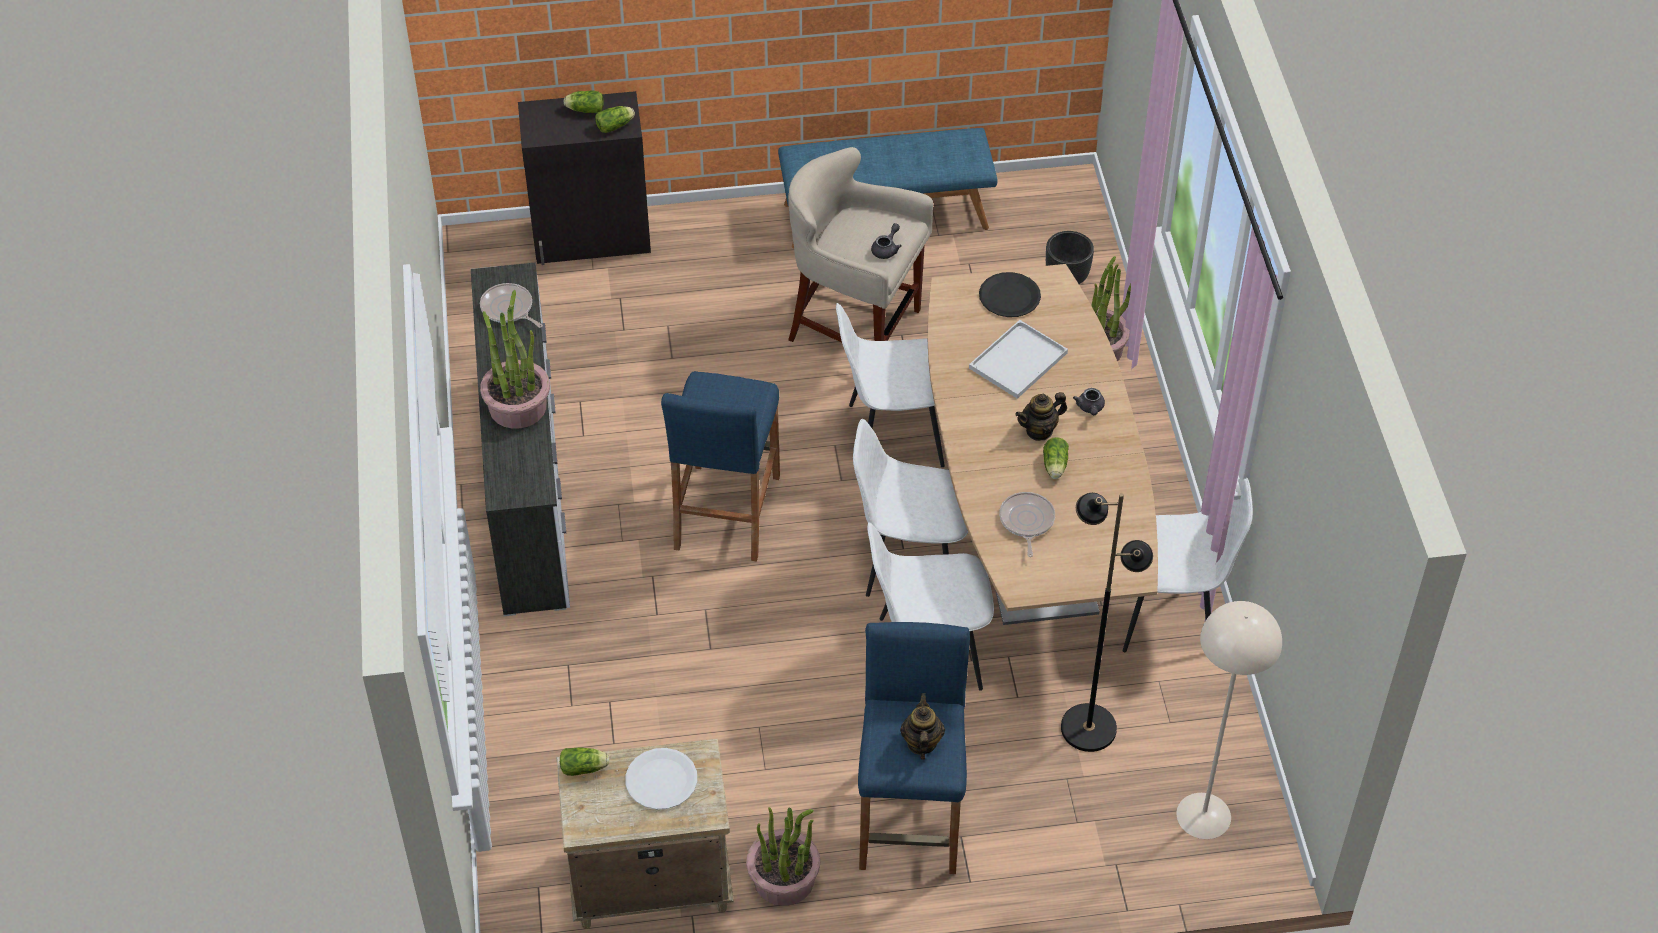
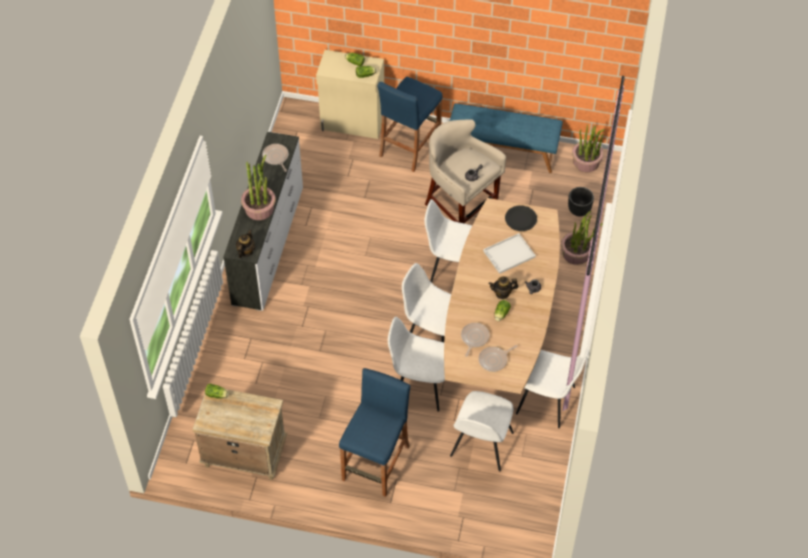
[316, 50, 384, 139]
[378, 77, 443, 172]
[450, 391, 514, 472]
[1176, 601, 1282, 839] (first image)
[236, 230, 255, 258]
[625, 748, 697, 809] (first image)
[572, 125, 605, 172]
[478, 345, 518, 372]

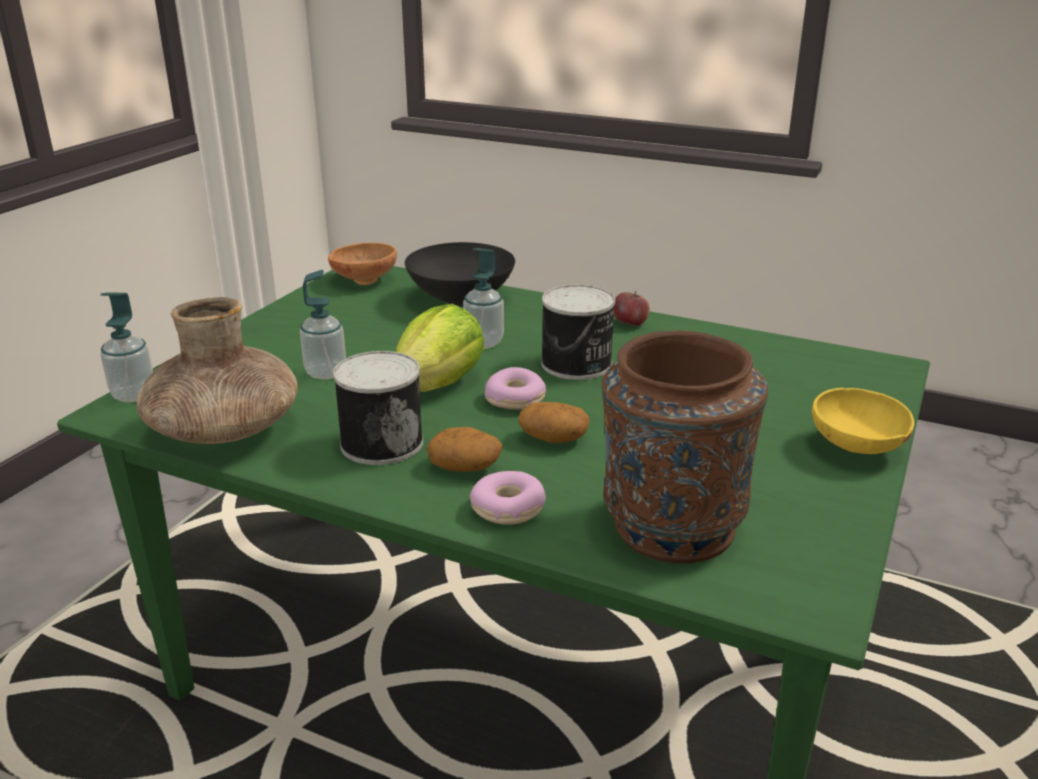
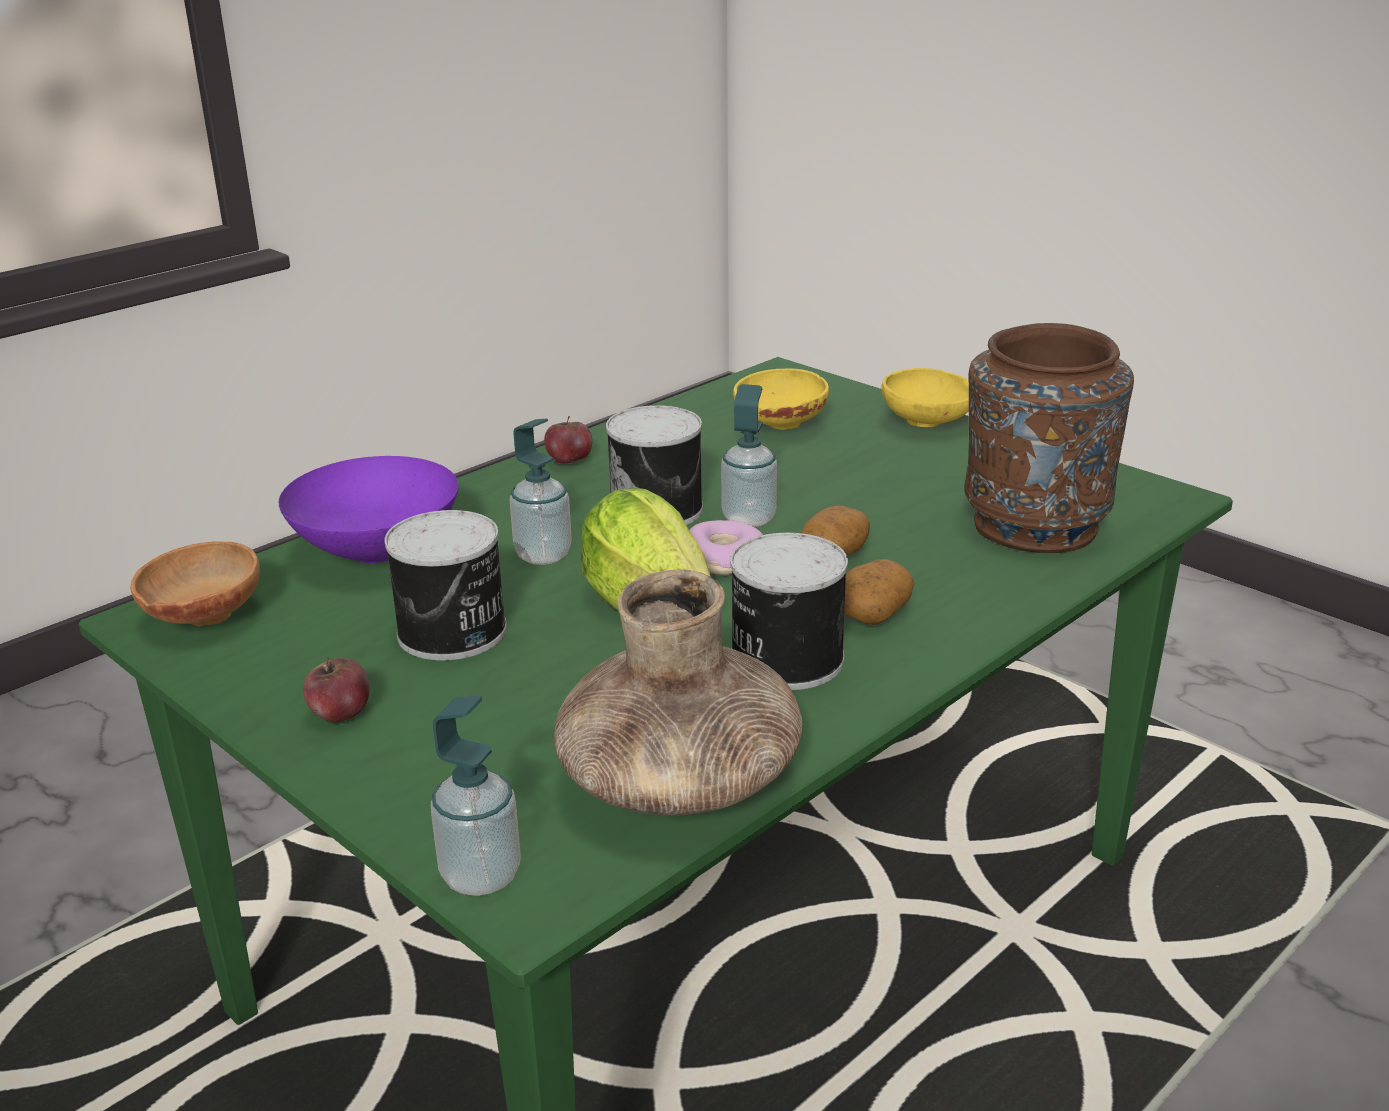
[279, 456, 459, 563]
[721, 384, 777, 527]
[470, 471, 546, 525] (first image)
[733, 368, 829, 430]
[384, 510, 507, 661]
[303, 657, 369, 722]

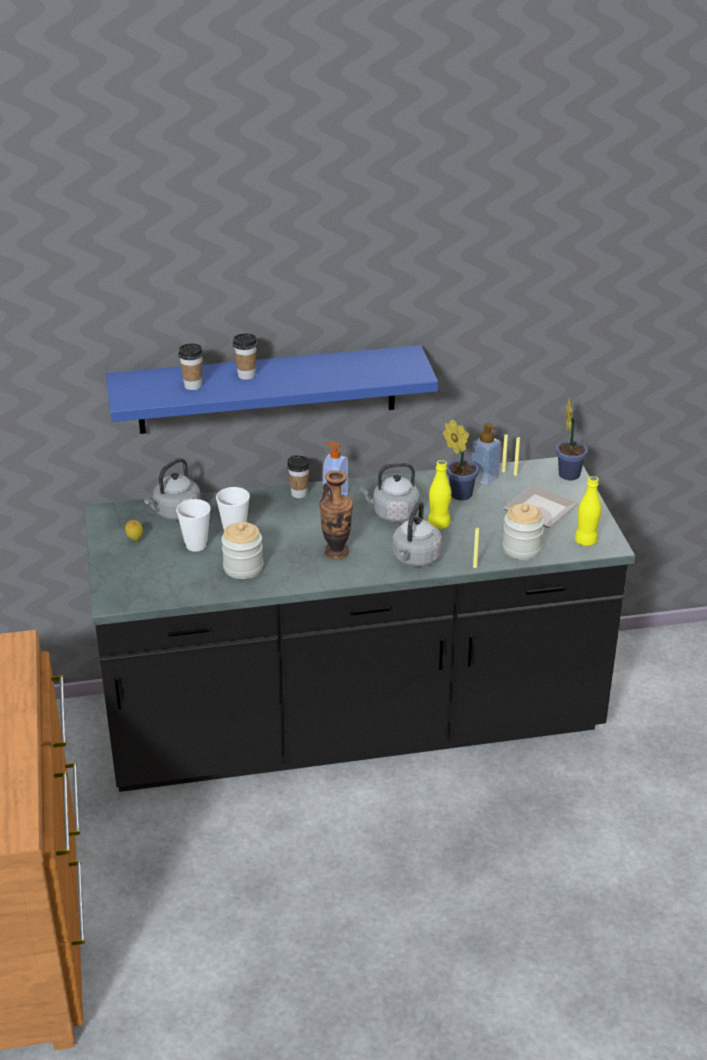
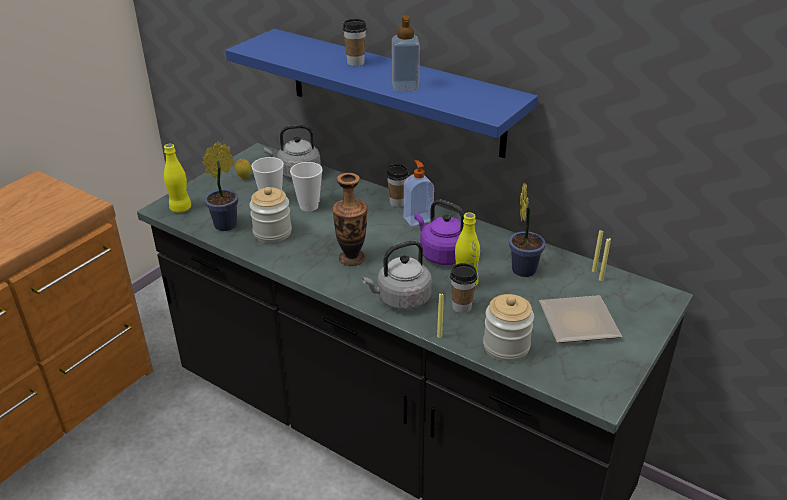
[450, 263, 478, 313]
[202, 141, 238, 231]
[392, 15, 420, 92]
[414, 200, 464, 265]
[164, 144, 191, 213]

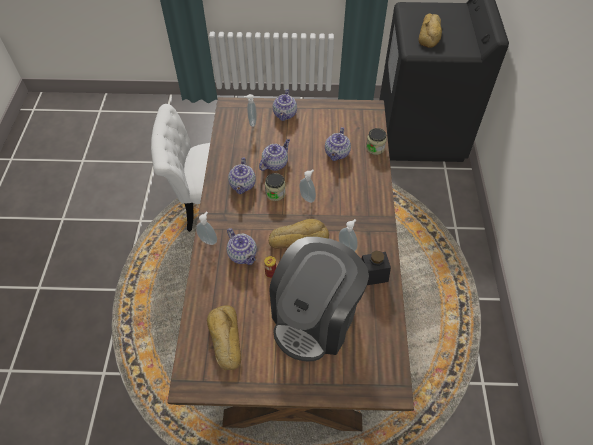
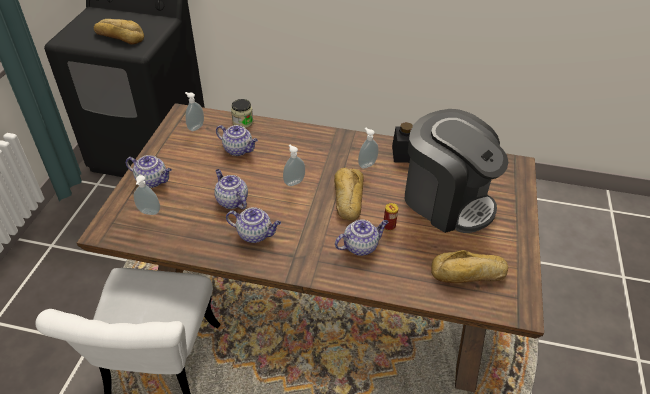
[265, 173, 286, 201] (first image)
[185, 92, 204, 131]

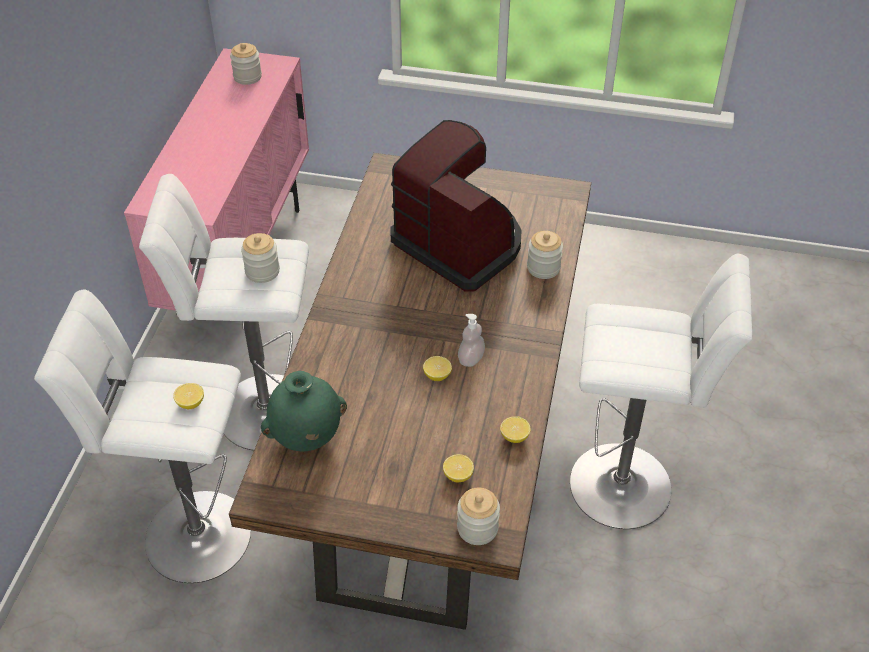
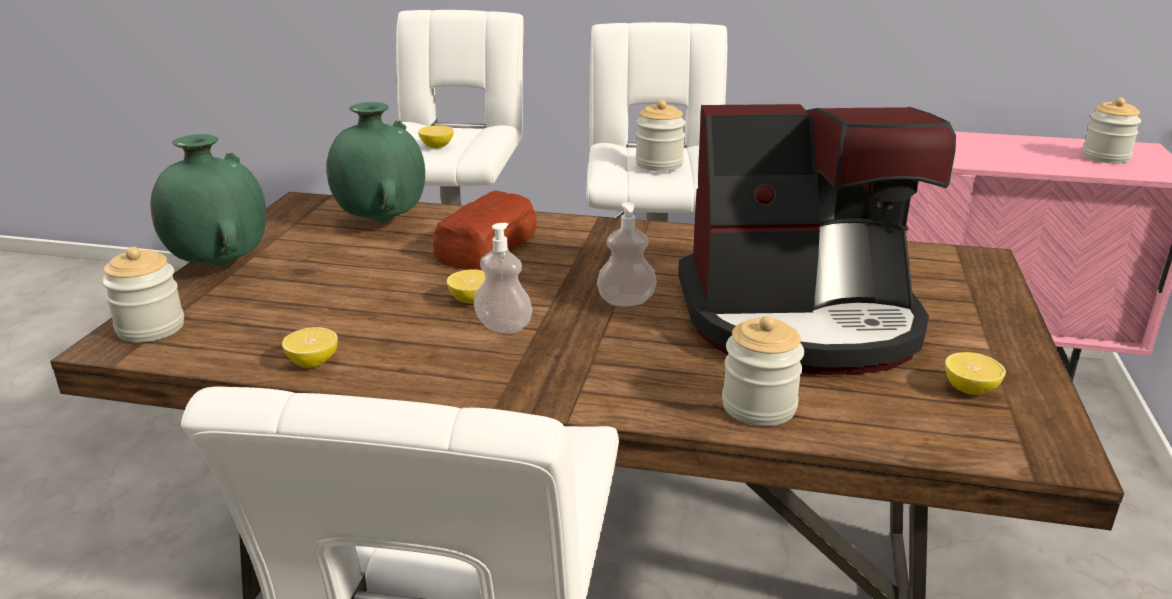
[678, 104, 956, 375]
[945, 352, 1006, 395]
[150, 134, 266, 266]
[432, 190, 537, 270]
[597, 202, 657, 306]

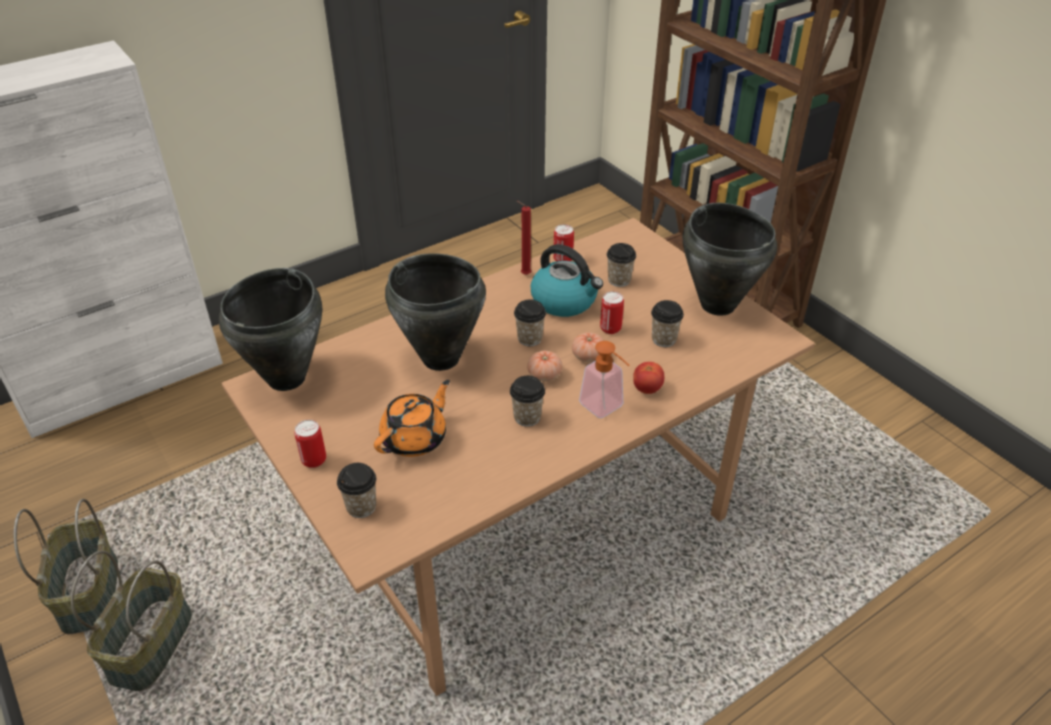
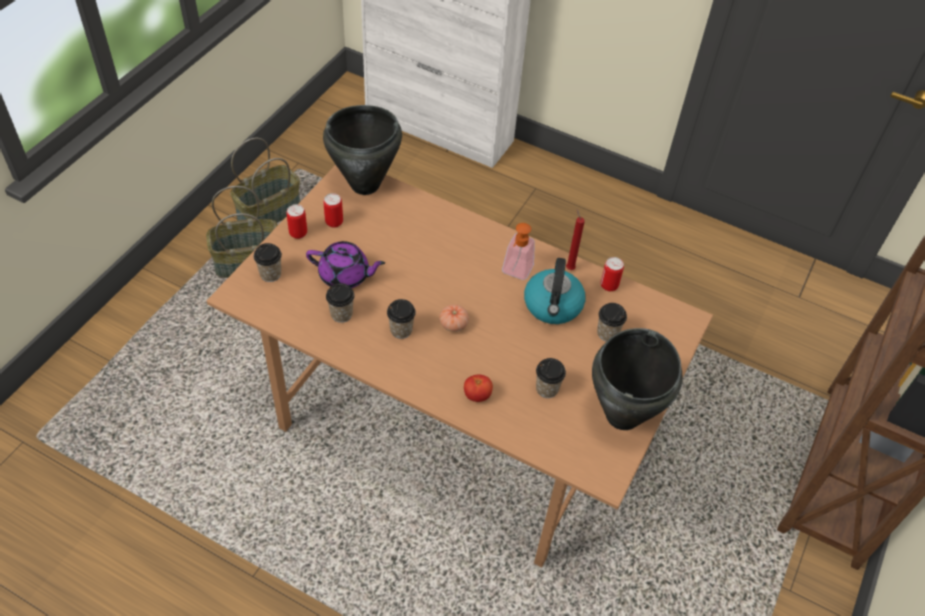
[385, 253, 486, 371] (first image)
[323, 193, 343, 228]
[326, 283, 355, 323]
[572, 332, 604, 362] (first image)
[502, 223, 535, 280]
[306, 241, 385, 288]

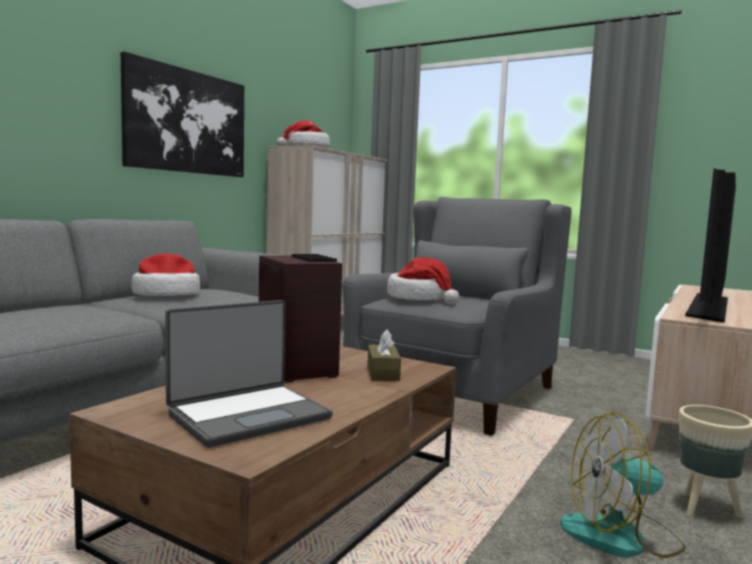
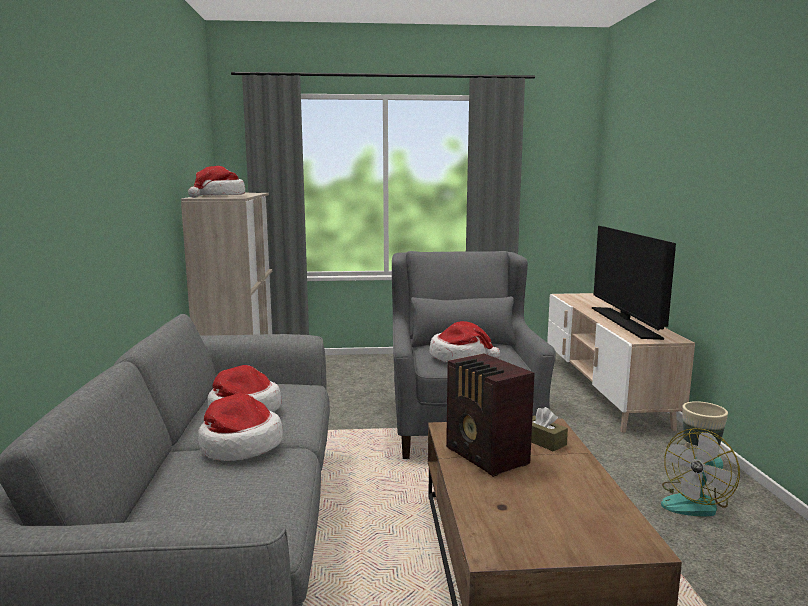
[121, 52, 244, 177] (first image)
[446, 354, 535, 477]
[165, 300, 333, 448] (first image)
[198, 393, 283, 461]

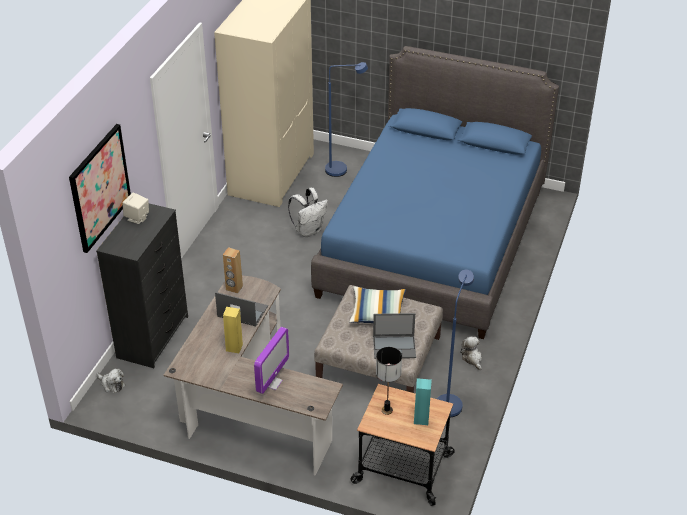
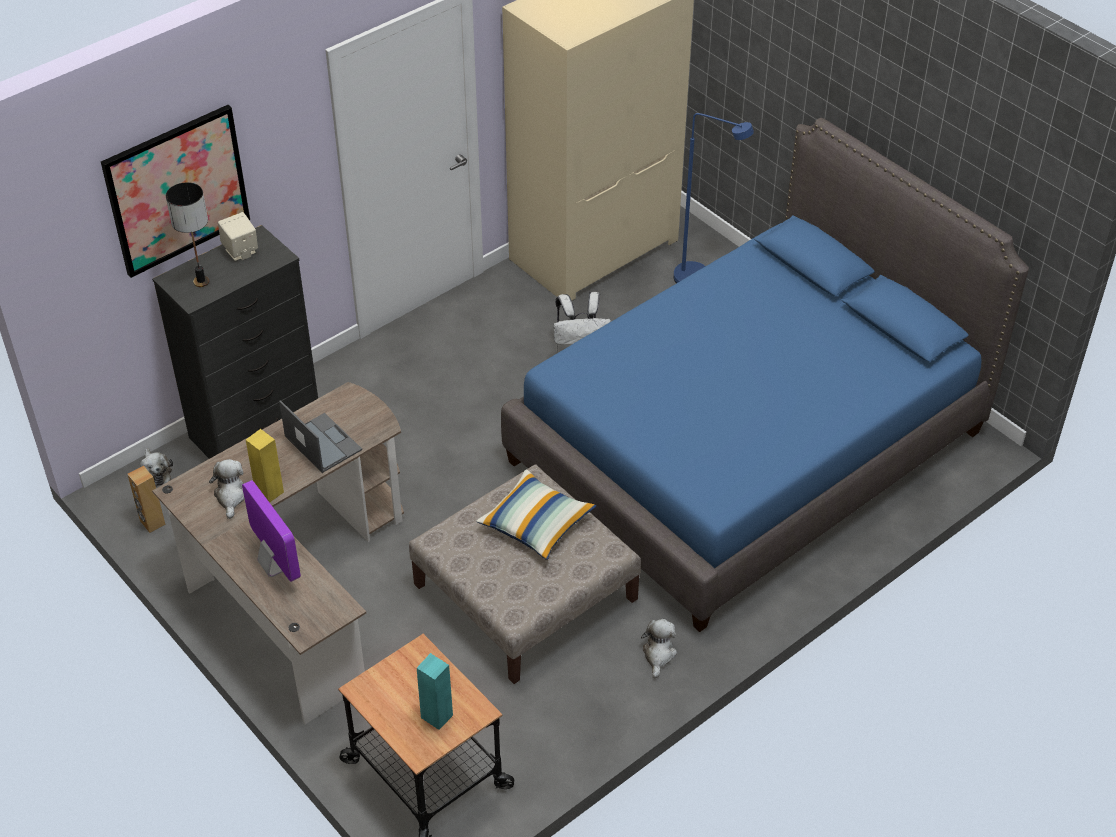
[127, 466, 166, 533]
[437, 270, 474, 417] (first image)
[373, 313, 416, 359] (first image)
[242, 480, 301, 582]
[166, 182, 210, 287]
[209, 459, 244, 519]

